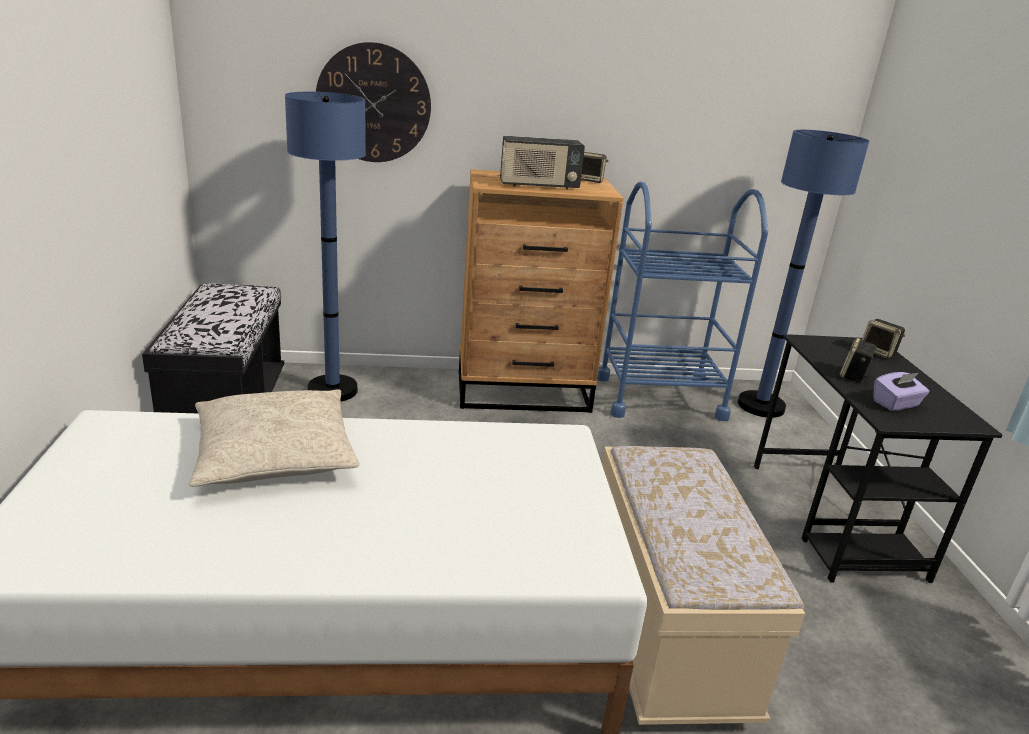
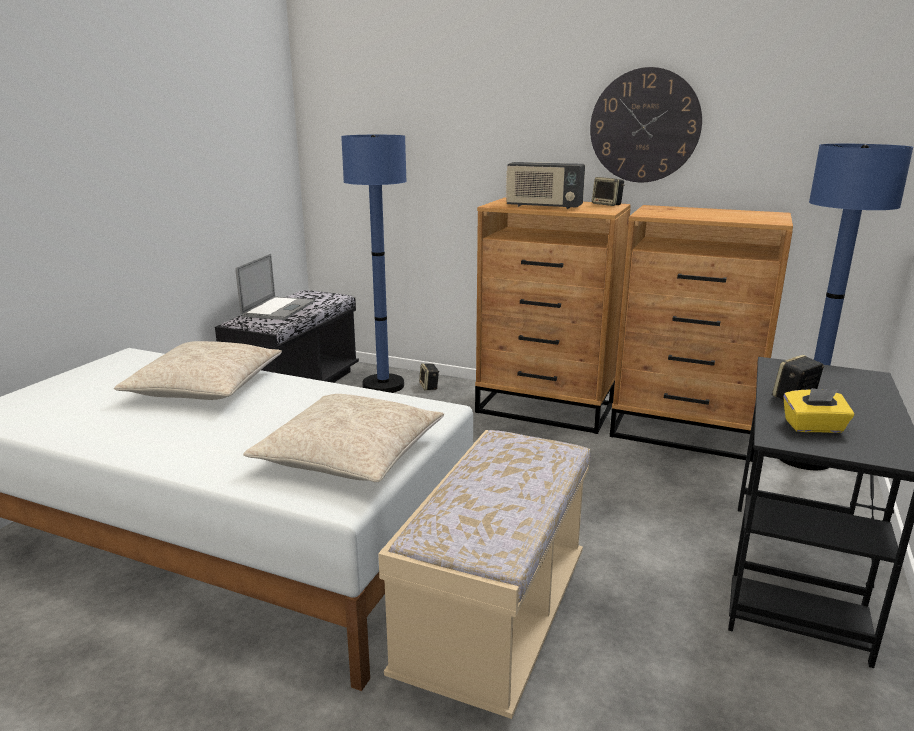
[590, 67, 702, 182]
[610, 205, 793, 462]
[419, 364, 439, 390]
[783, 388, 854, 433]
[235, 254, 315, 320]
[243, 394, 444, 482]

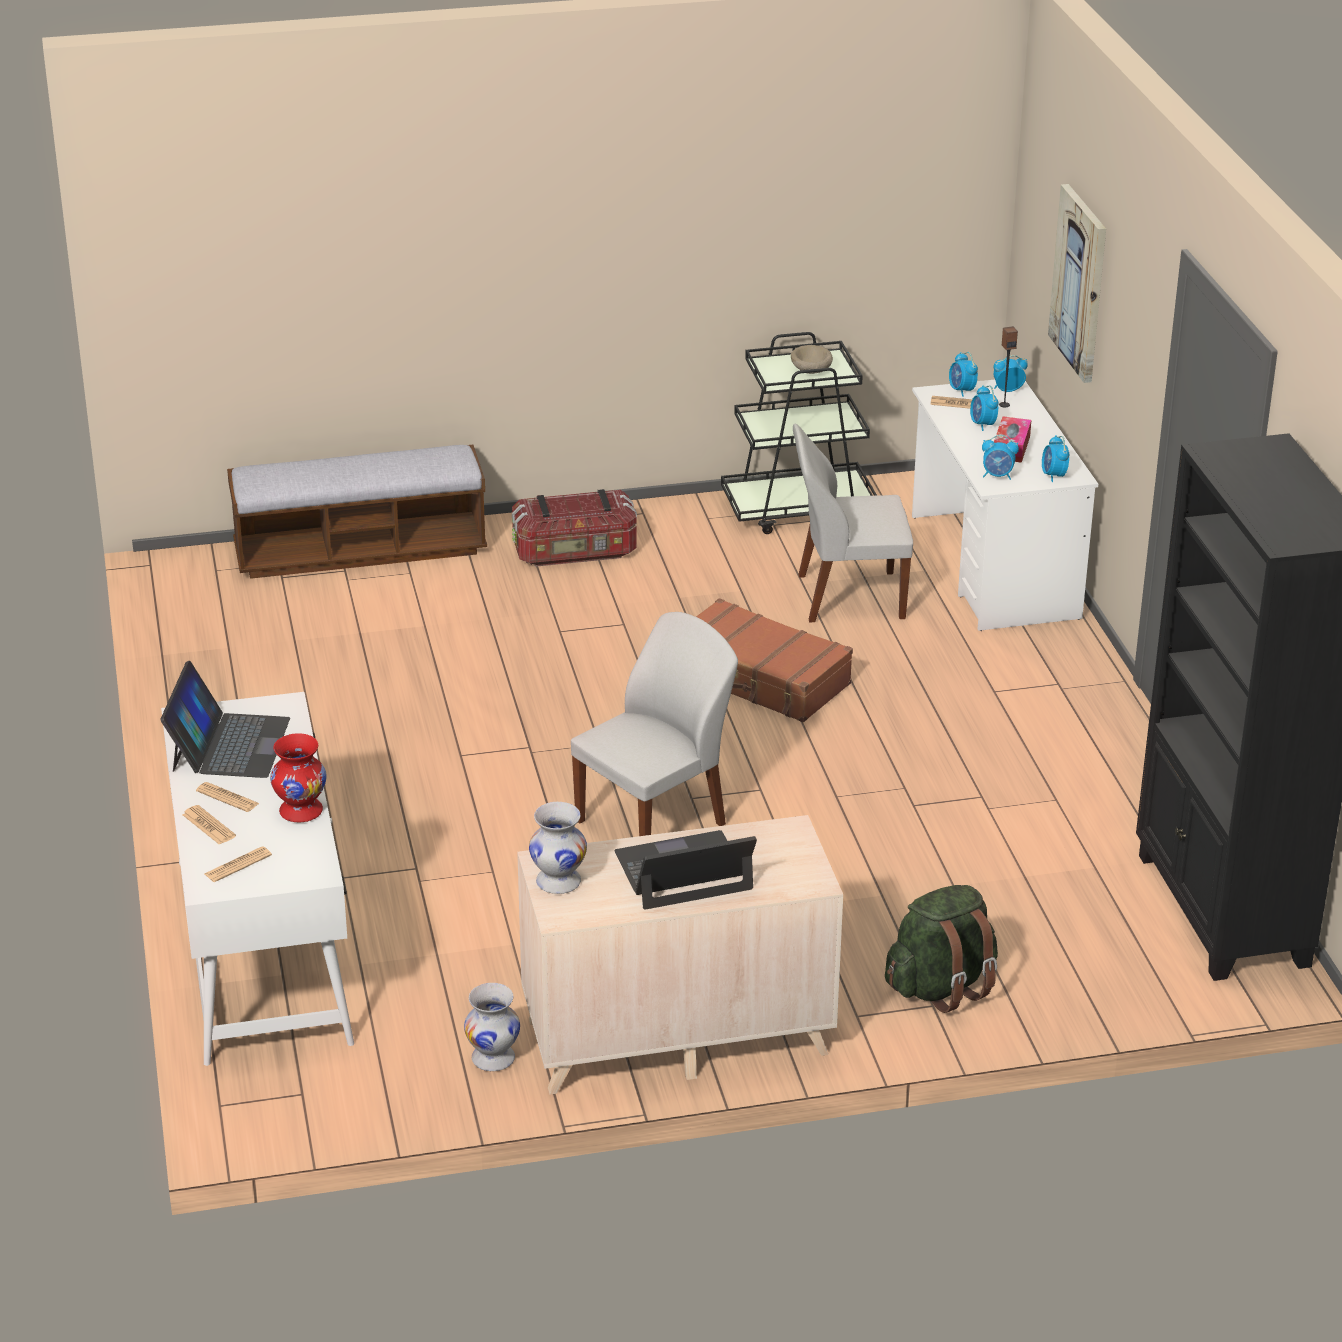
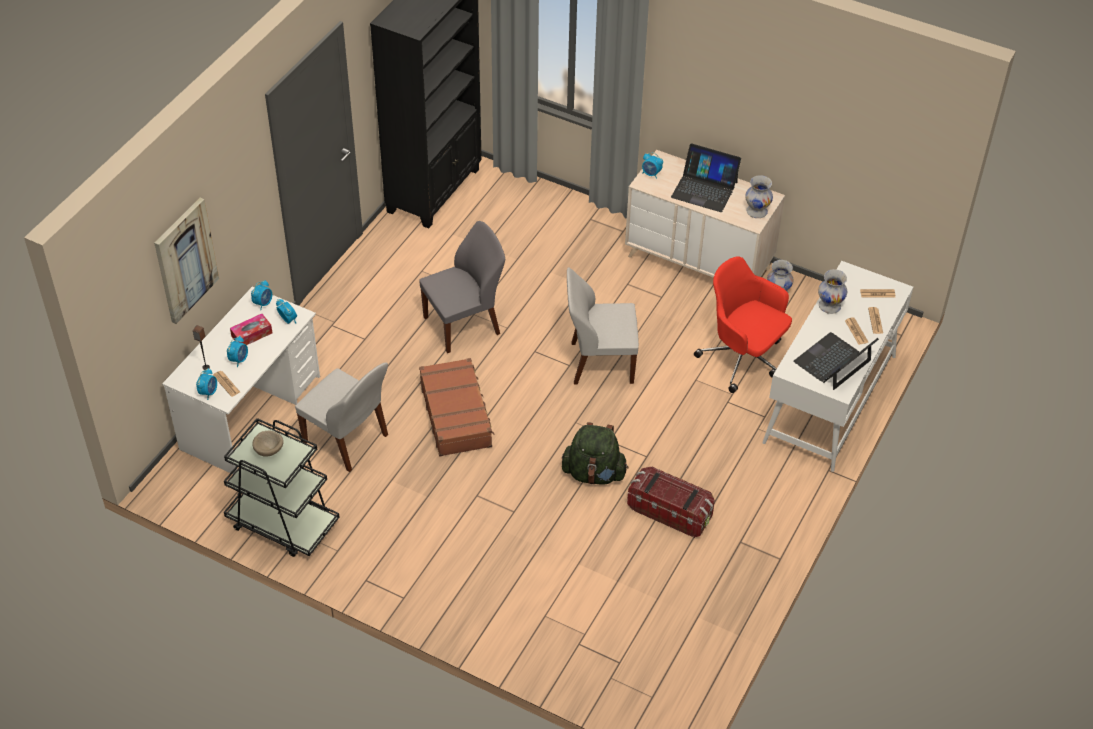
[642, 153, 663, 179]
[227, 445, 487, 579] (first image)
[627, 467, 715, 538]
[818, 269, 847, 314]
[562, 422, 628, 484]
[419, 221, 505, 353]
[694, 256, 792, 393]

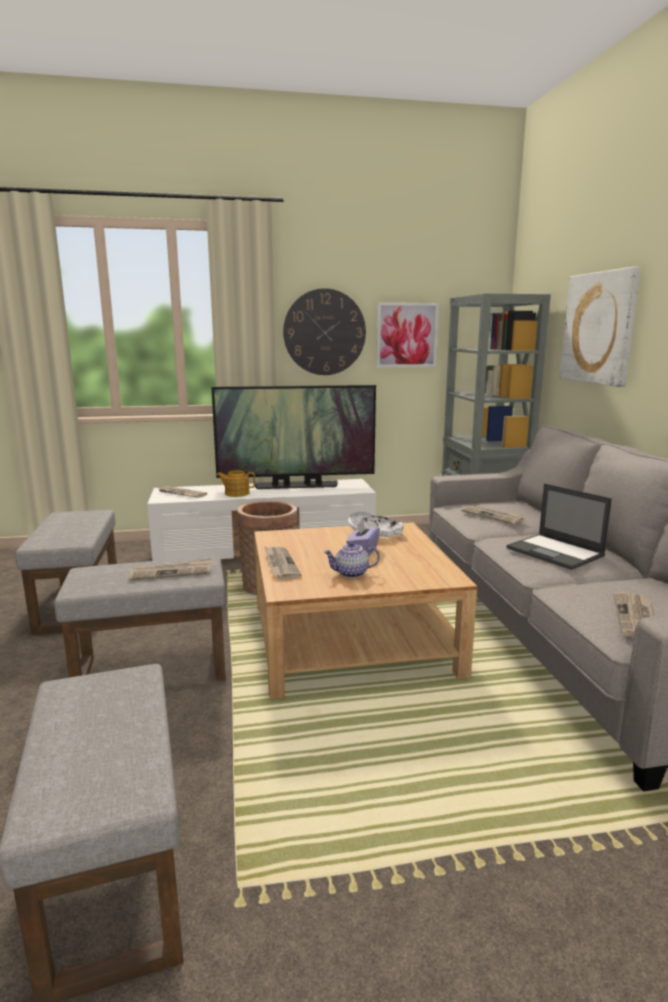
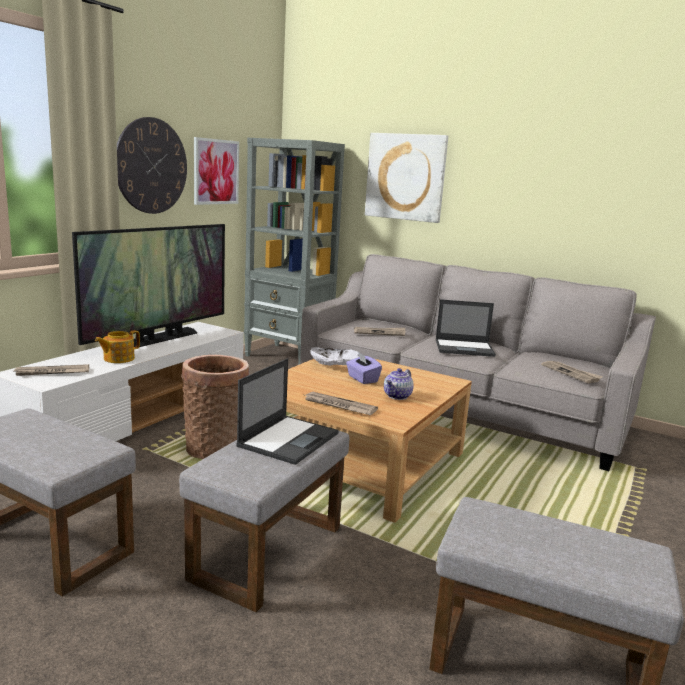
[236, 358, 339, 465]

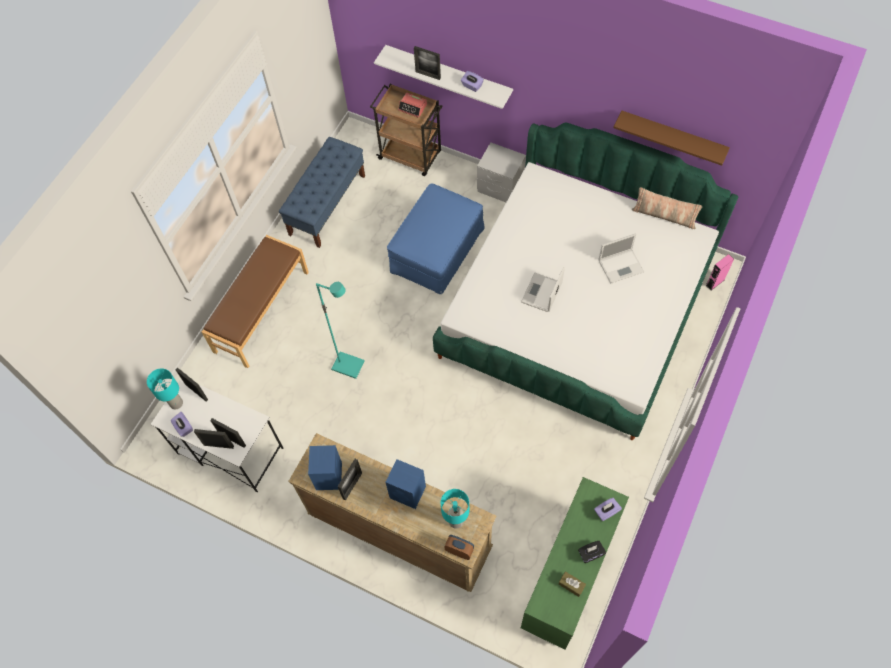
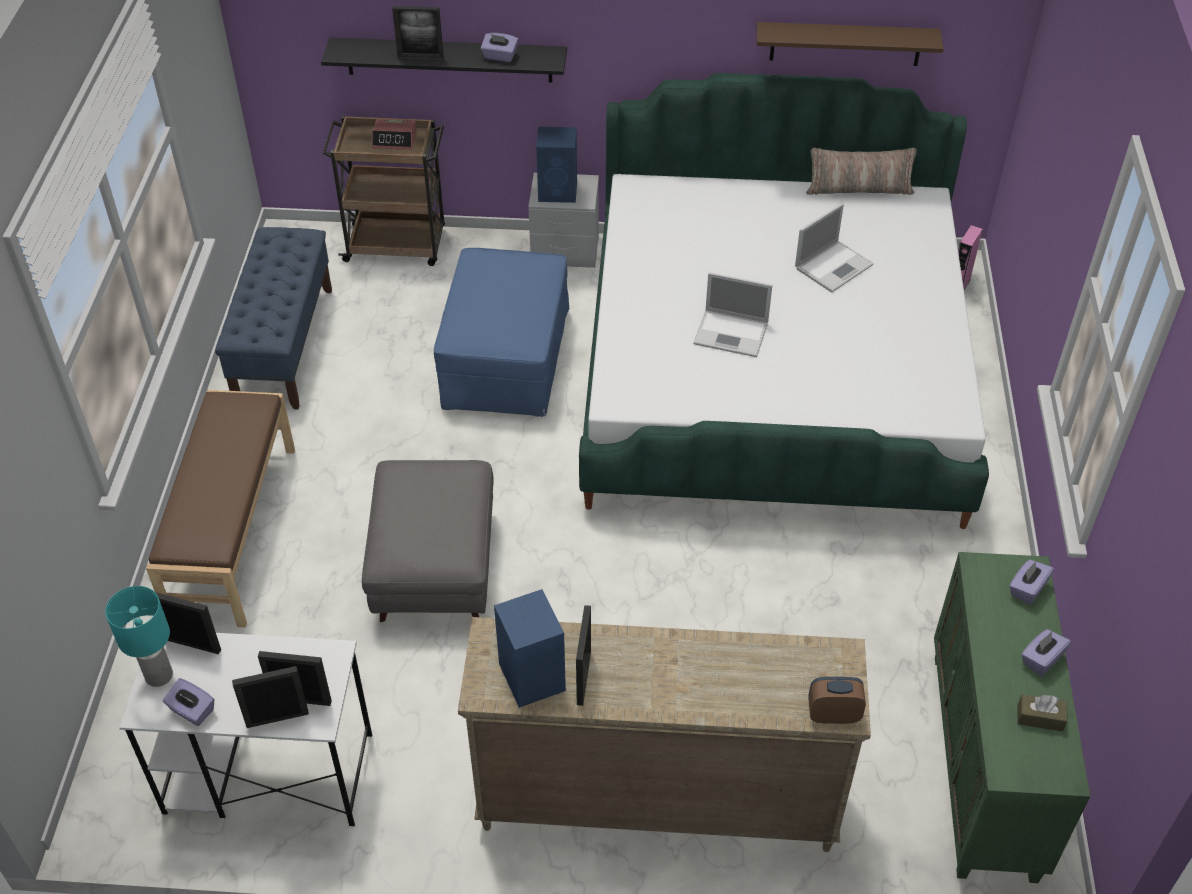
[321, 37, 567, 83]
[693, 272, 772, 357]
[362, 460, 494, 622]
[536, 127, 577, 203]
[441, 489, 469, 529] (first image)
[1021, 629, 1071, 676]

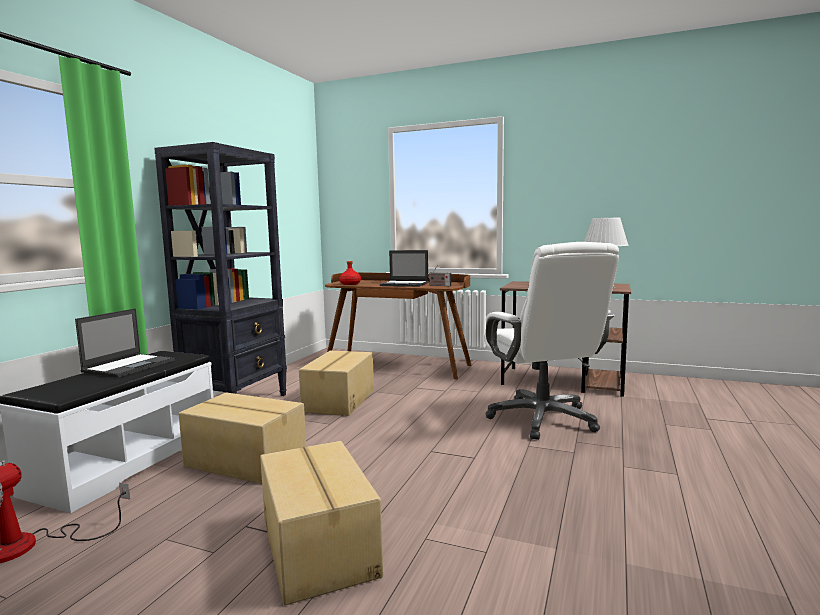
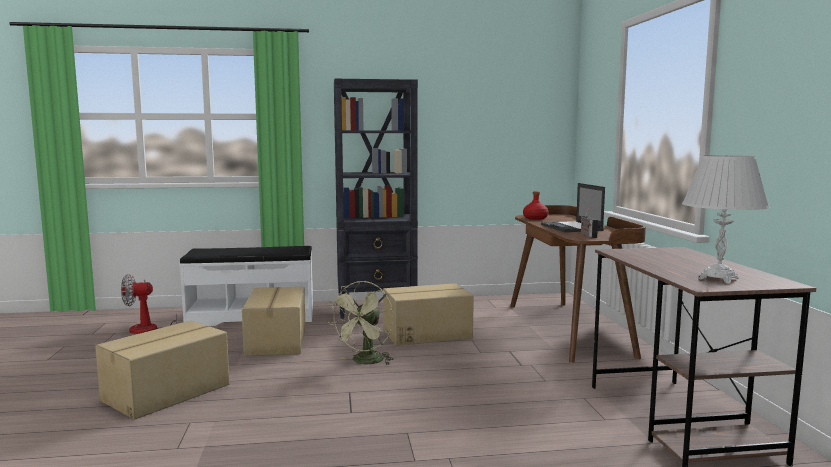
[484, 242, 619, 440] (first image)
[75, 308, 175, 377] (first image)
[328, 281, 394, 365]

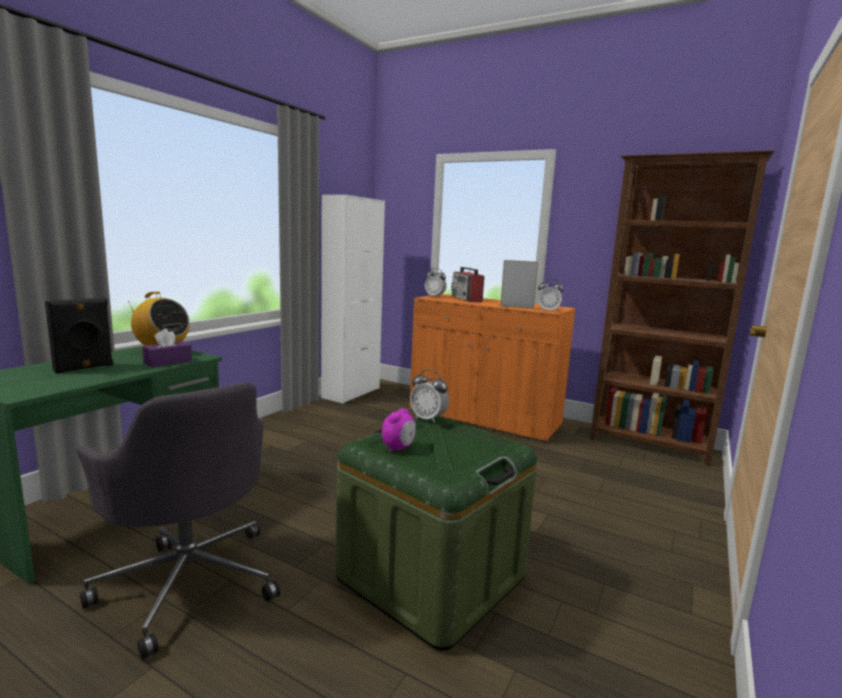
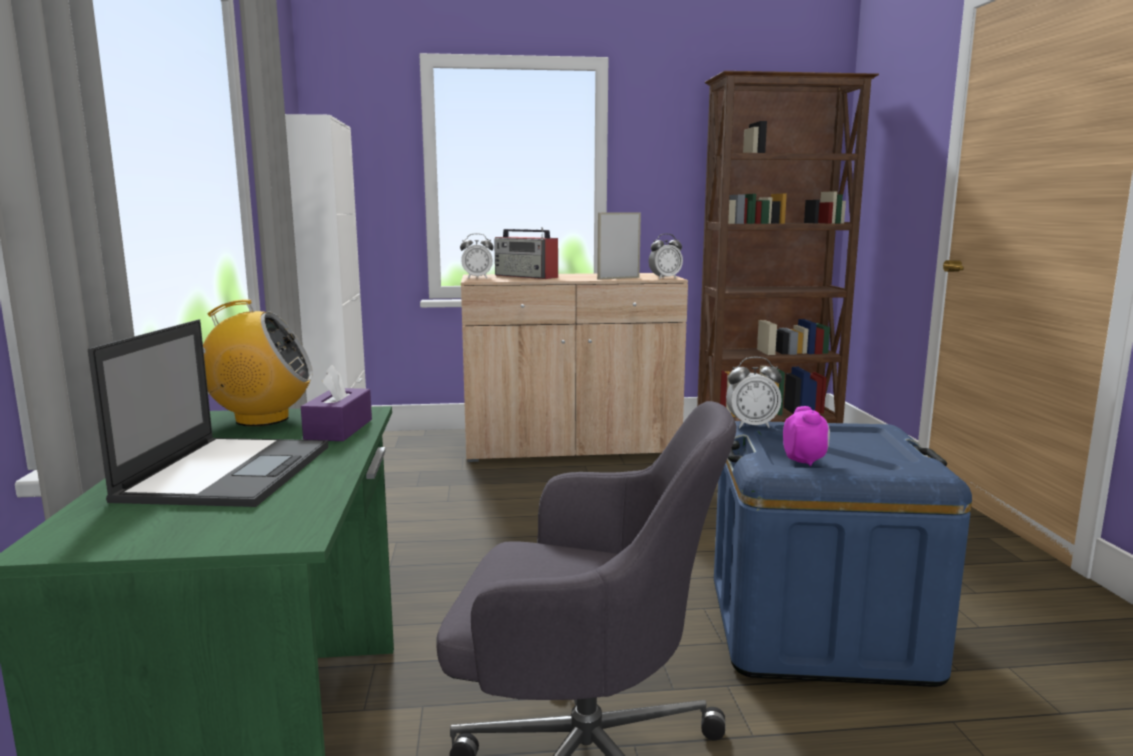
[461, 273, 688, 462]
[88, 319, 328, 507]
[714, 421, 972, 687]

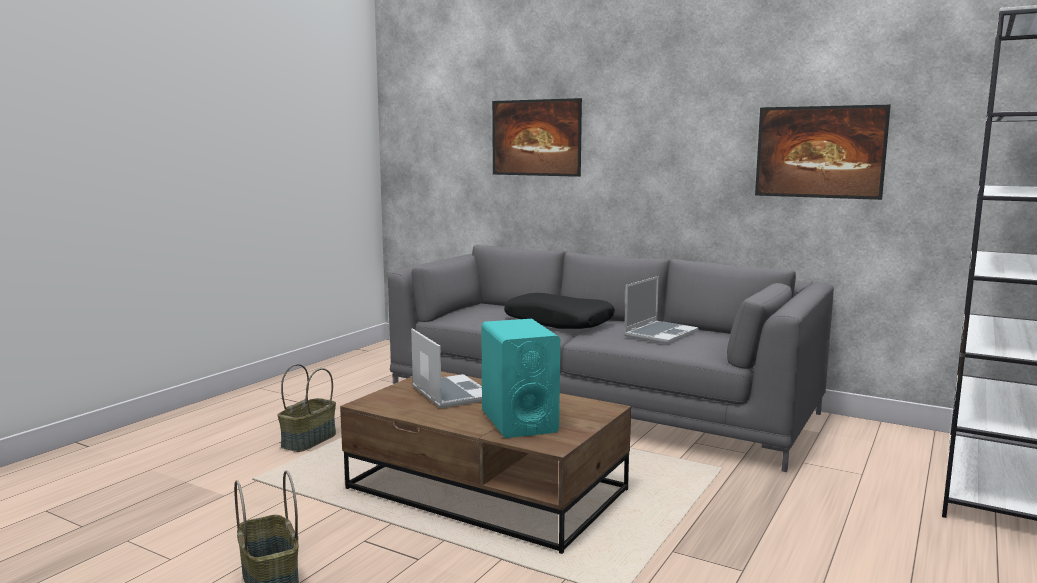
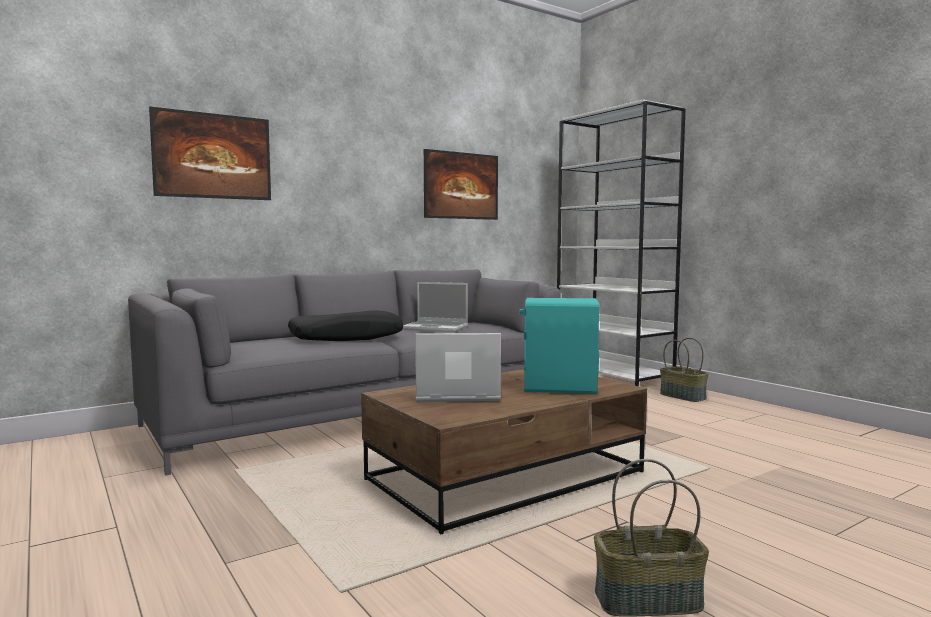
[403, 282, 468, 332]
[660, 338, 709, 402]

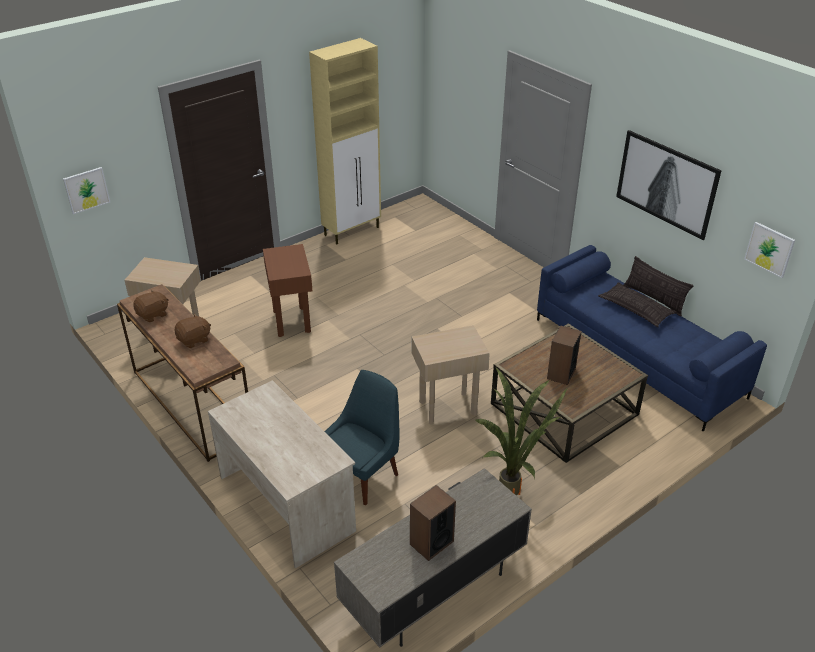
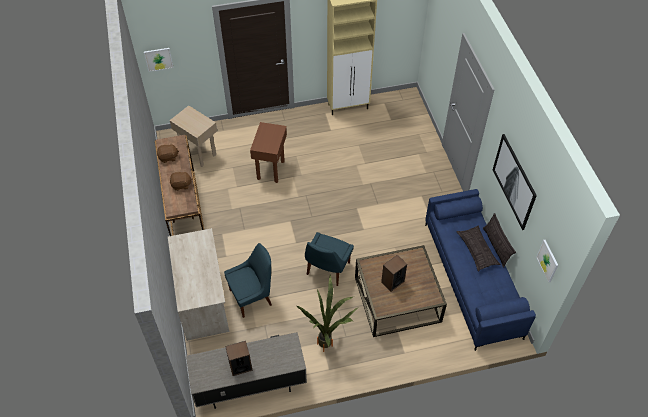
[305, 232, 354, 286]

